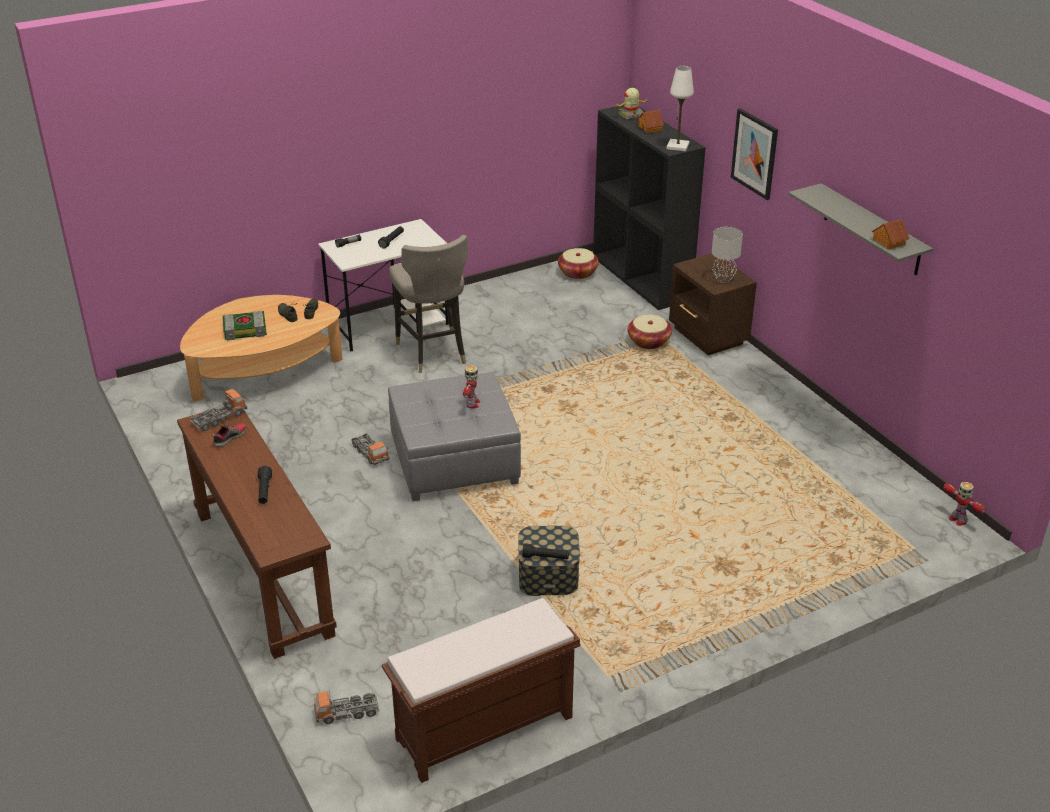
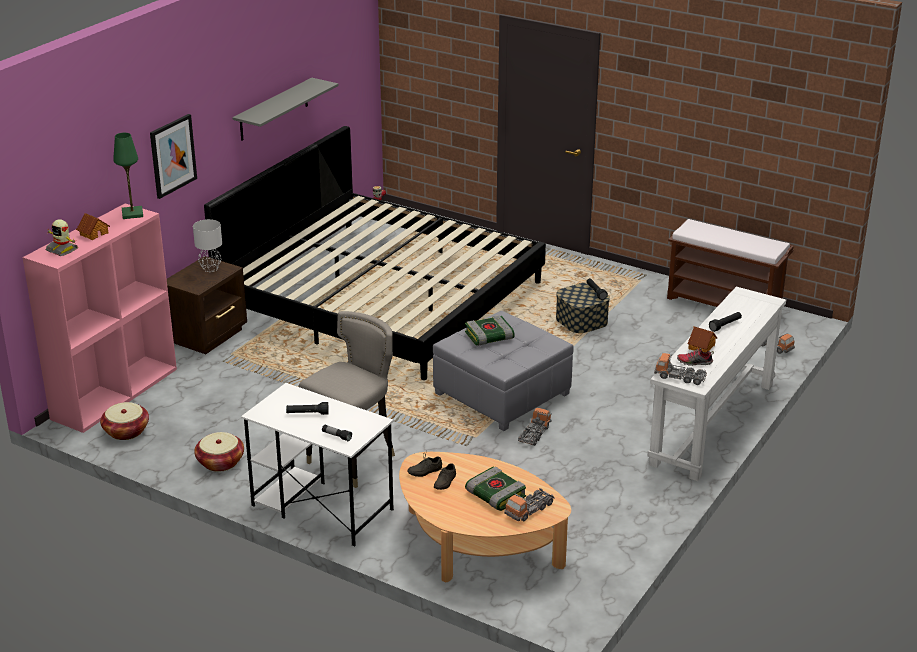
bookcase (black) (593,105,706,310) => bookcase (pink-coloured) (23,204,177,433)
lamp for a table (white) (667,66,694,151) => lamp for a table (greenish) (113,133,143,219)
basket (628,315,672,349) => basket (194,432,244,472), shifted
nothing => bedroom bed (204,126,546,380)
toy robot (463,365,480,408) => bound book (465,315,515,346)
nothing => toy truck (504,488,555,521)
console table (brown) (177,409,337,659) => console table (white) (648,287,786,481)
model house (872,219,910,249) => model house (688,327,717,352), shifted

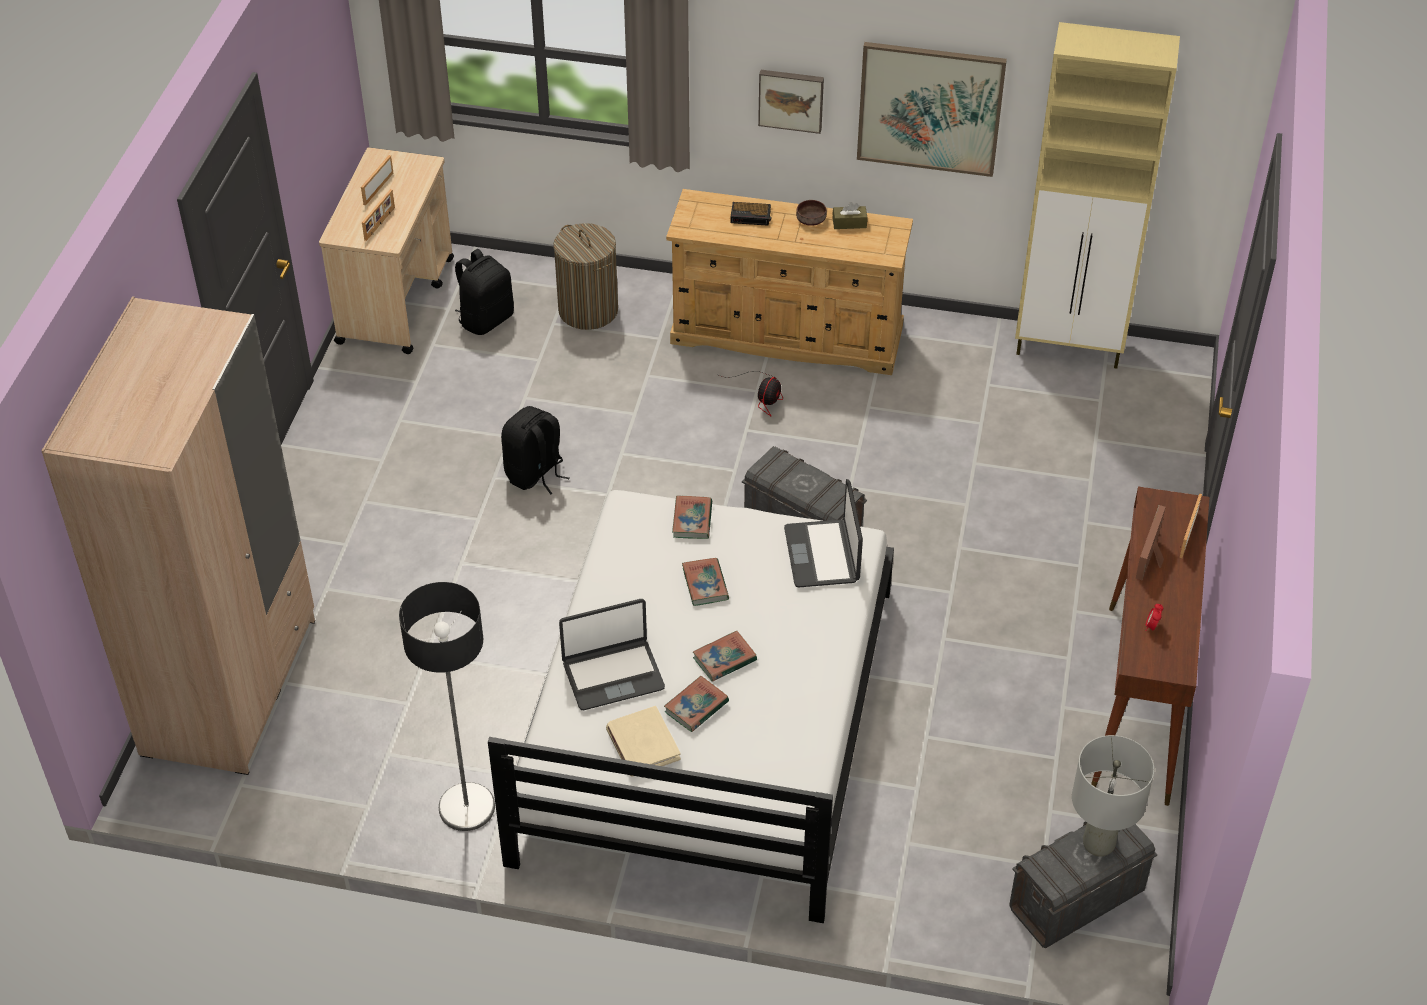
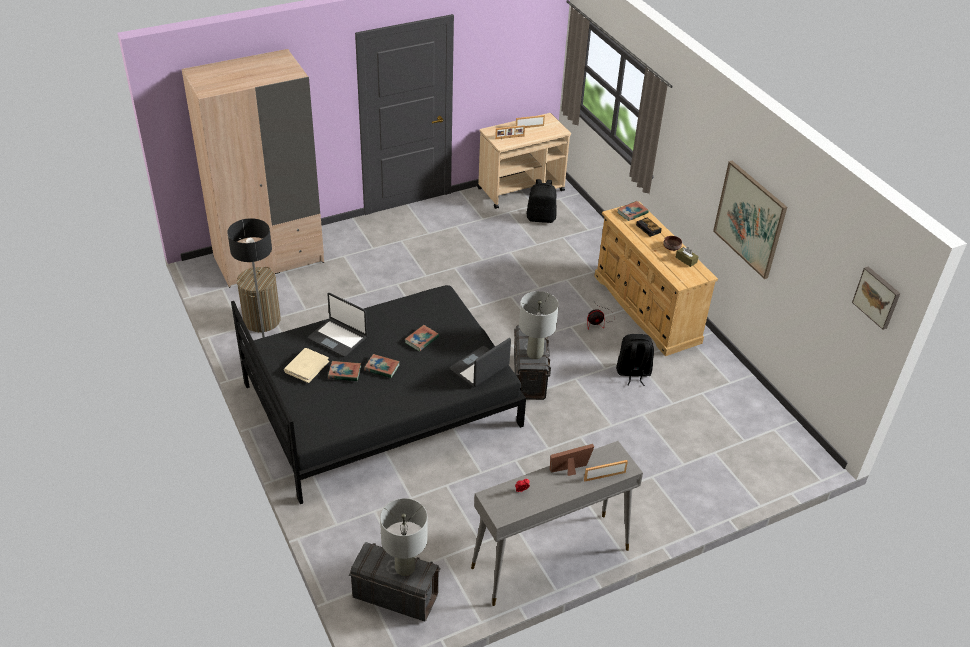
bedroom bed (white) (488,490,894,923) => bedroom bed (black) (231,285,526,504)
hamper (553,223,618,330) => hamper (237,267,281,332), shifted
console table (brown) (1091,487,1210,806) => console table (grey) (471,441,643,606)
nothing => lamp for a table (grey) (519,291,559,359)
rucksack (black) (501,406,570,494) => rucksack (black) (616,334,654,386), shifted
bound book (672,496,712,539) => bound book (617,201,649,221), shifted
wall art (758,70,824,134) => wall art (852,266,901,330), shifted
cupboard (beige) (1015,22,1180,369) => nothing

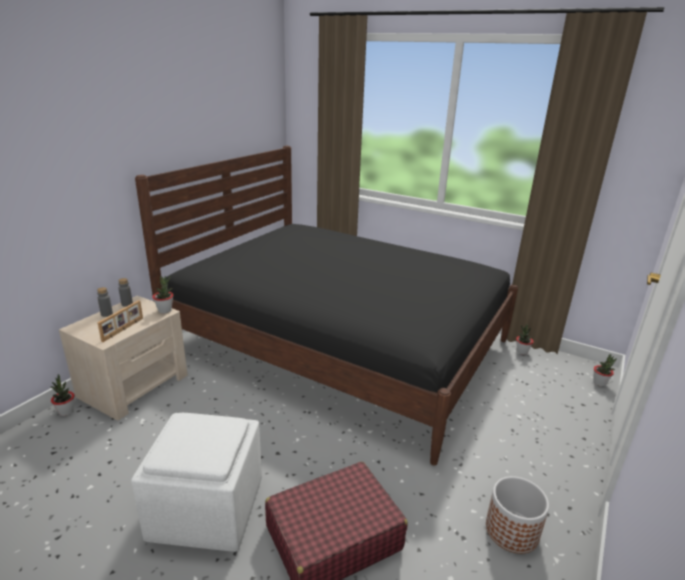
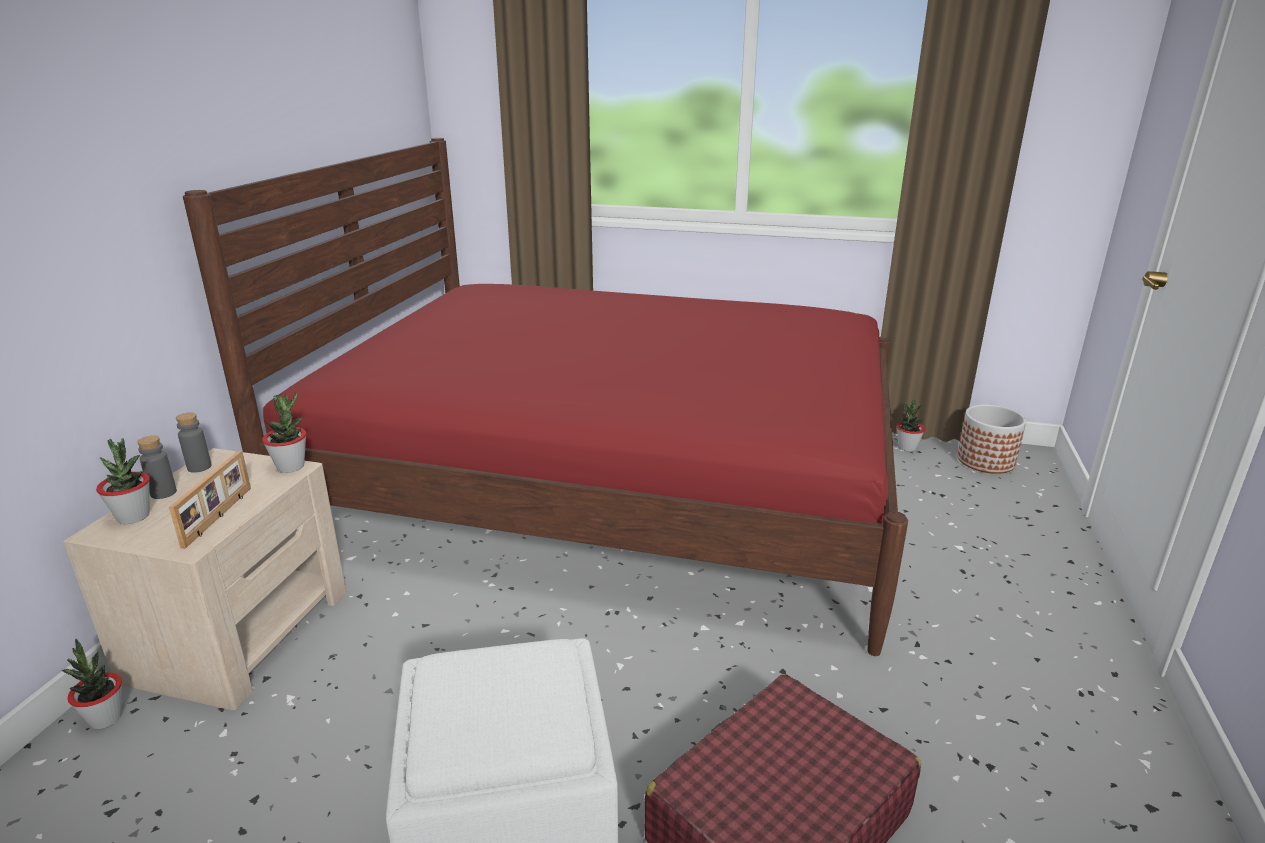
houseplant (594,354,617,387) => houseplant (96,438,150,524), shifted
bedroom bed (black) (135,146,518,466) => bedroom bed (red-coloured) (183,138,908,656)
flower pot (486,476,549,554) => flower pot (957,404,1026,474), shifted

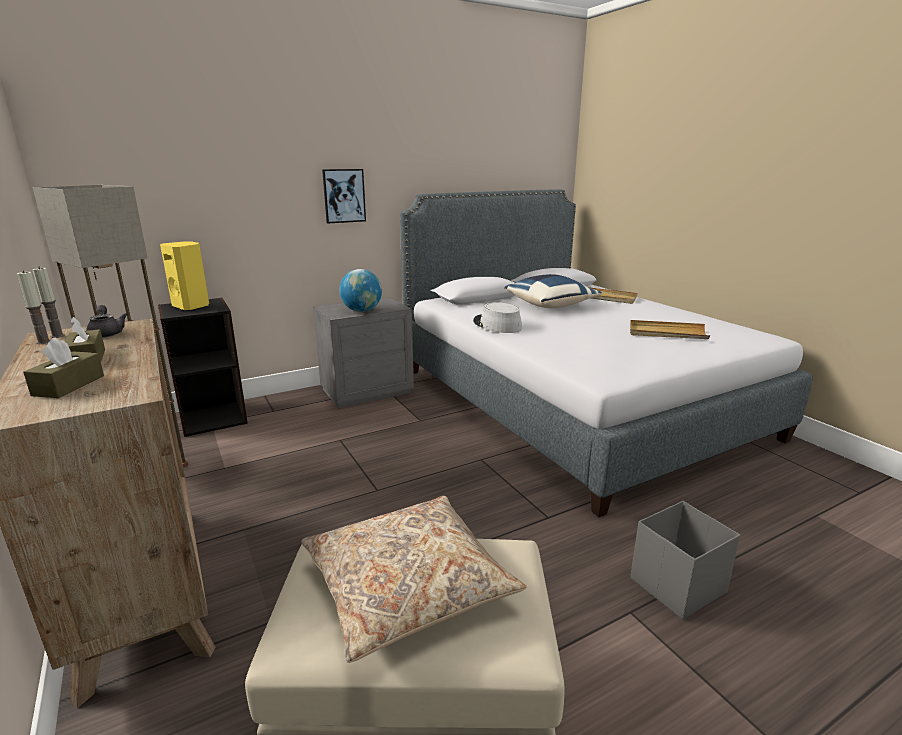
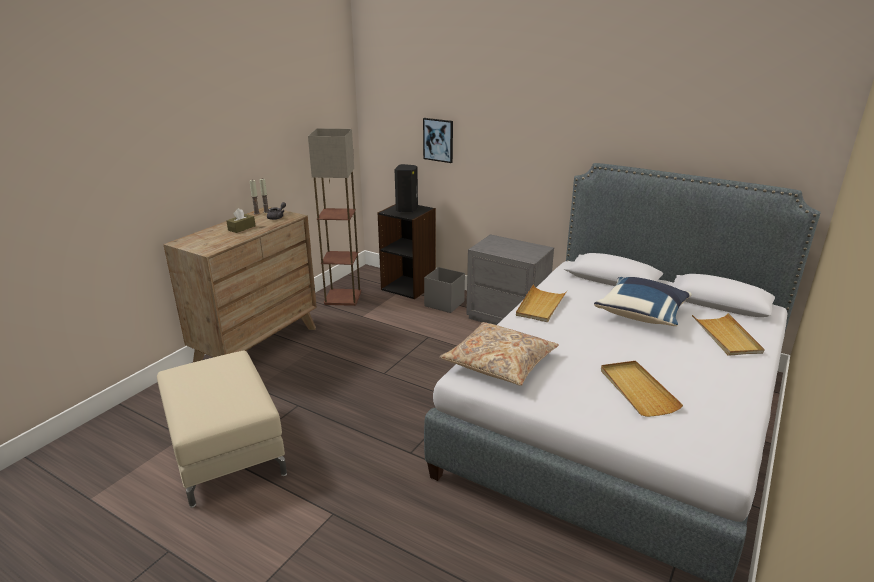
speaker (yellow-coloured) (160,241,209,311) => speaker (black) (395,164,418,212)
wall art (322,169,366,223) => wall art (423,118,453,163), shifted
storage bin (grey) (630,501,741,620) => storage bin (grey) (424,267,465,313), shifted
cushion (beige) (301,496,527,663) => cushion (beige) (440,322,559,386), shifted
wearable hat (grey) (473,302,522,333) => carrying tray (beige) (516,284,567,322)
box of tissues (brown) (23,338,104,398) => nothing
world globe (339,269,382,312) => nothing

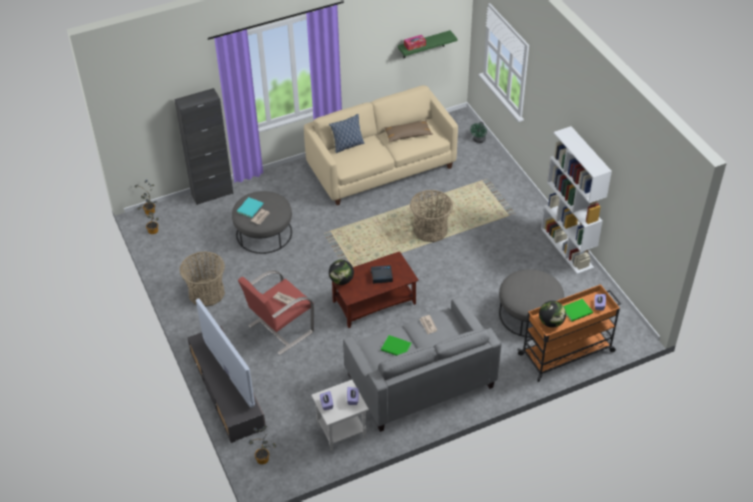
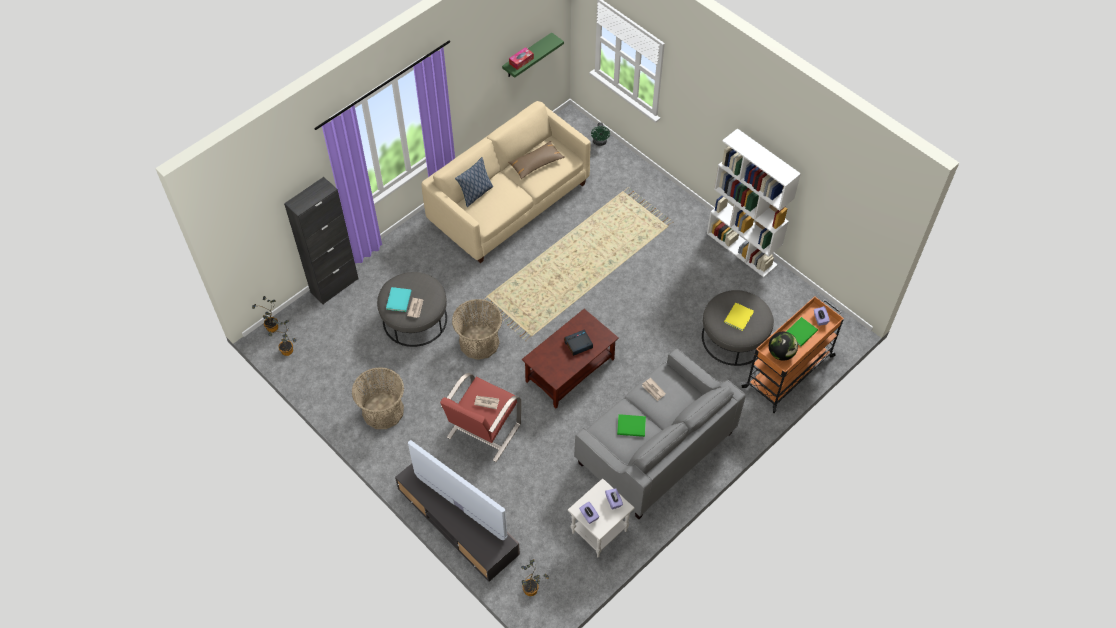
basket (410,190,453,242) => basket (452,299,502,360), shifted
nothing => bound book (yellow-coloured) (724,303,754,331)
world globe (329,260,354,285) => nothing

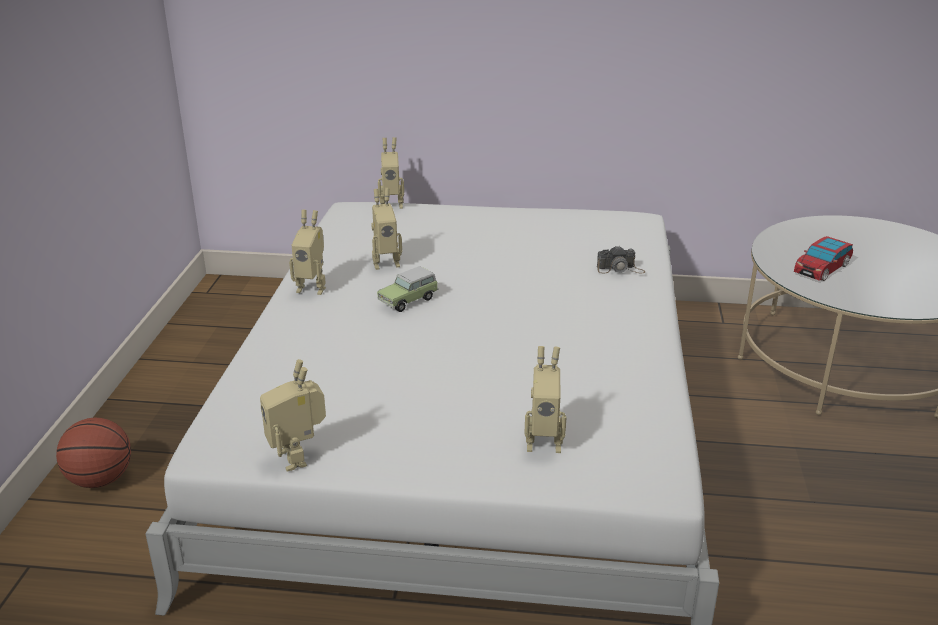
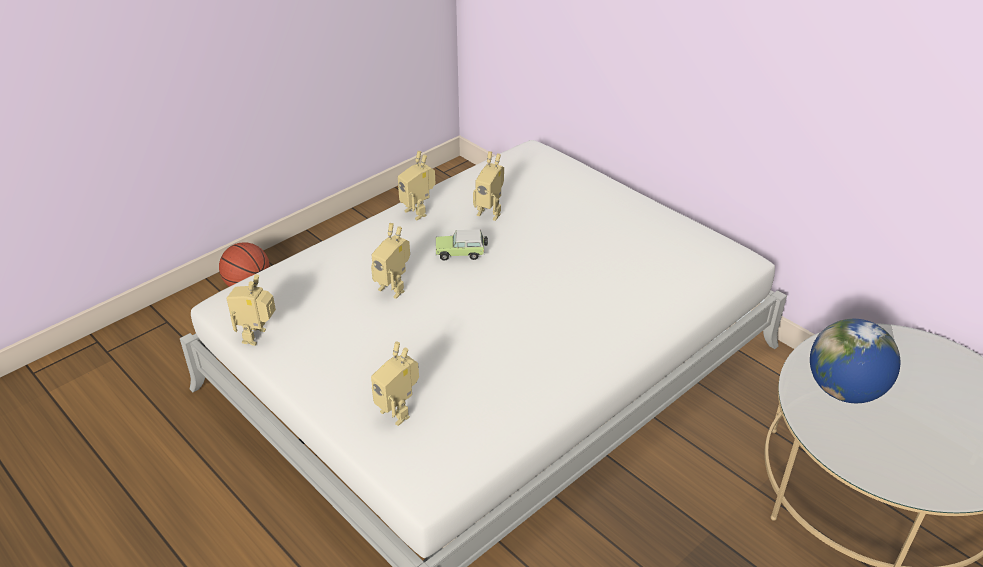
toy robot (378,137,404,209) => toy robot (371,223,410,299), shifted
miniature car (794,236,853,281) => world globe (810,319,900,403)
still camera (597,246,645,274) => nothing

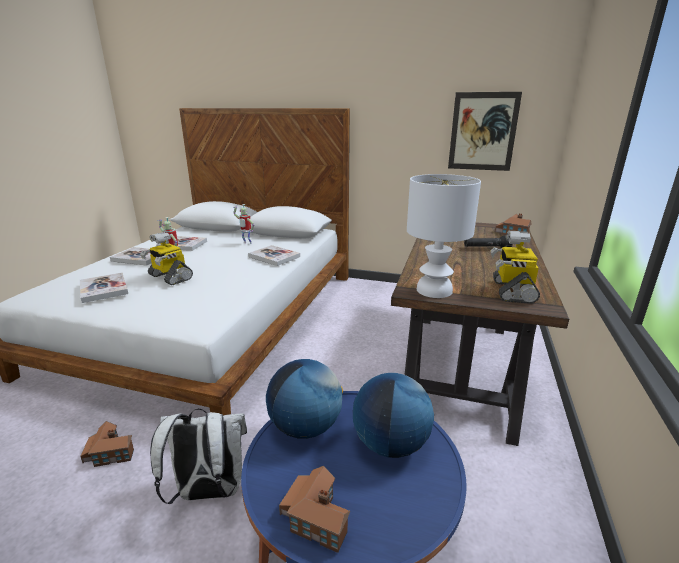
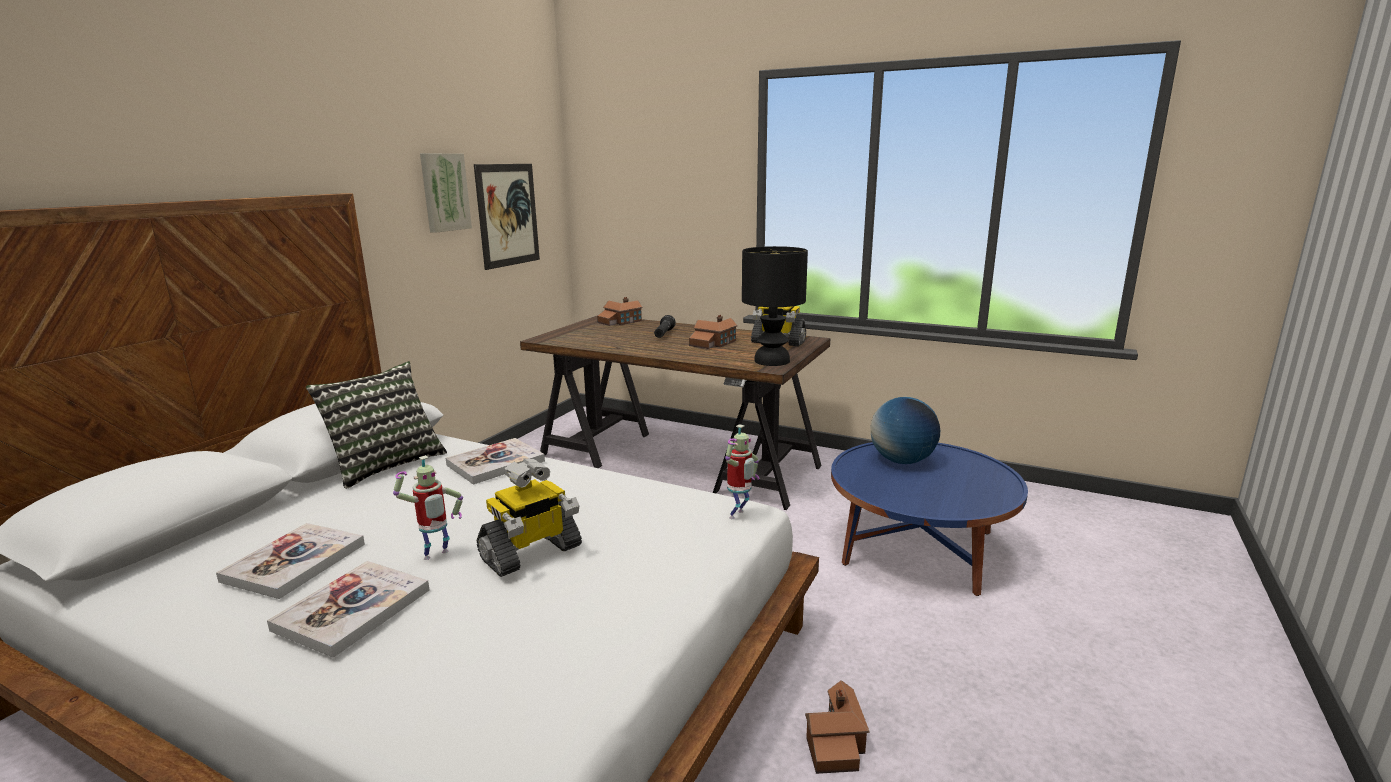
nothing => cushion (306,361,447,489)
nothing => wall art (420,153,472,233)
model house (279,466,350,553) => model house (689,315,737,349), shifted
toy robot (233,204,254,244) => toy robot (725,424,759,519), shifted
lamp for a table (white) (407,174,481,298) => lamp for a table (black) (742,246,808,366)
bound book (80,272,128,303) => nothing
rucksack (white) (150,409,247,504) => nothing
world globe (266,359,343,439) => nothing

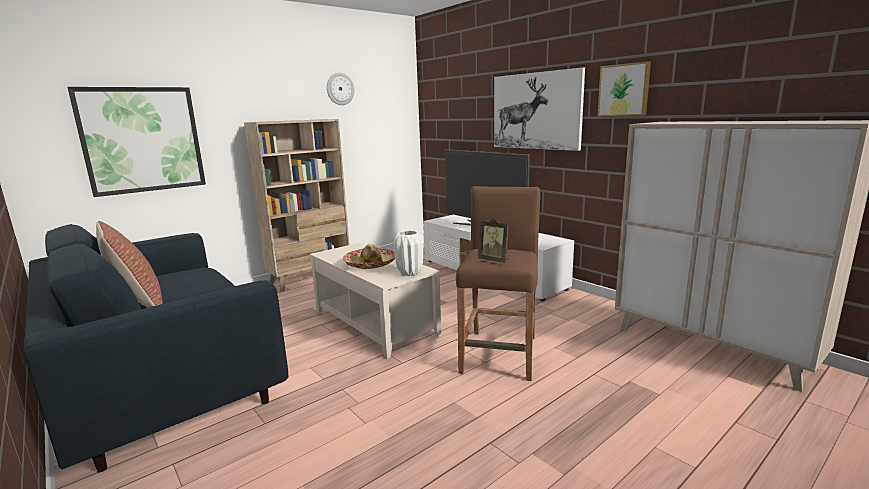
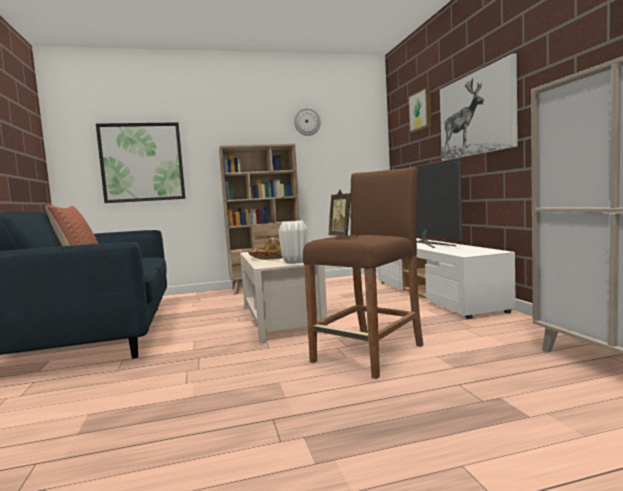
wall art (597,61,651,116) => wall art (408,87,431,132), shifted

